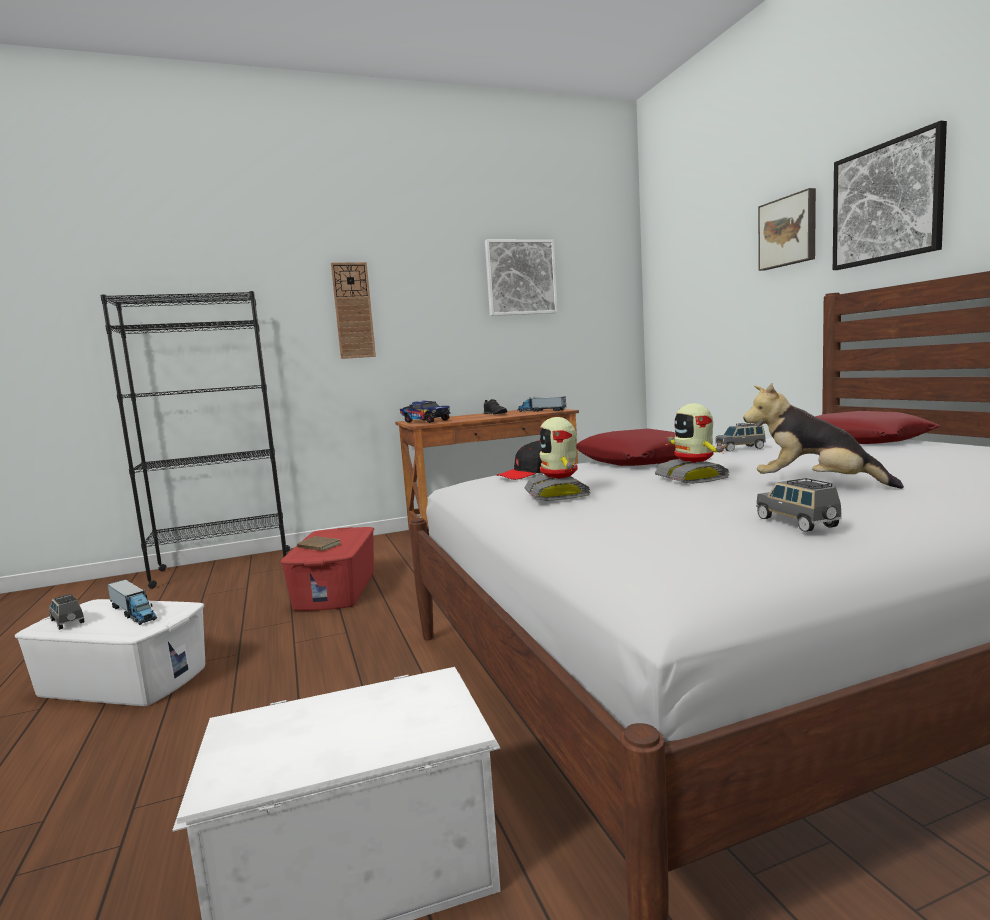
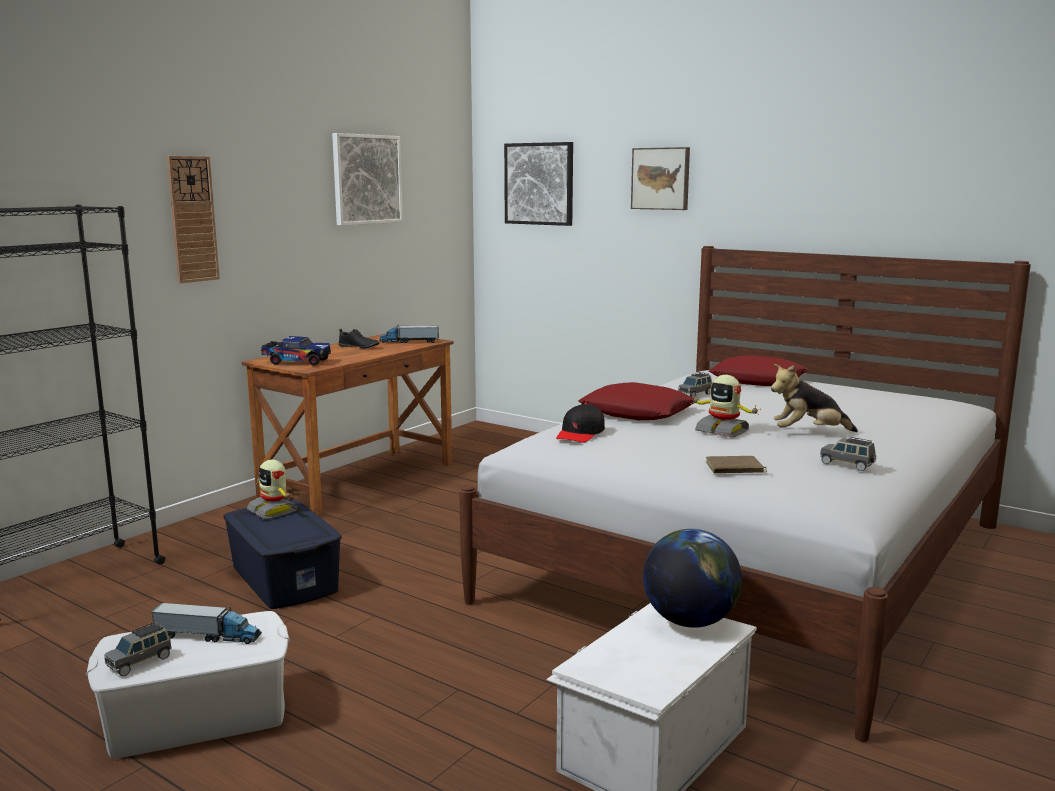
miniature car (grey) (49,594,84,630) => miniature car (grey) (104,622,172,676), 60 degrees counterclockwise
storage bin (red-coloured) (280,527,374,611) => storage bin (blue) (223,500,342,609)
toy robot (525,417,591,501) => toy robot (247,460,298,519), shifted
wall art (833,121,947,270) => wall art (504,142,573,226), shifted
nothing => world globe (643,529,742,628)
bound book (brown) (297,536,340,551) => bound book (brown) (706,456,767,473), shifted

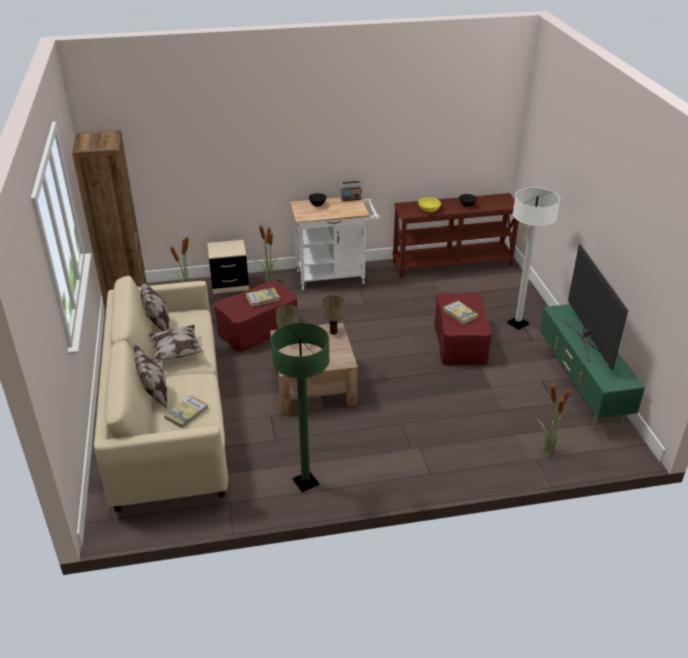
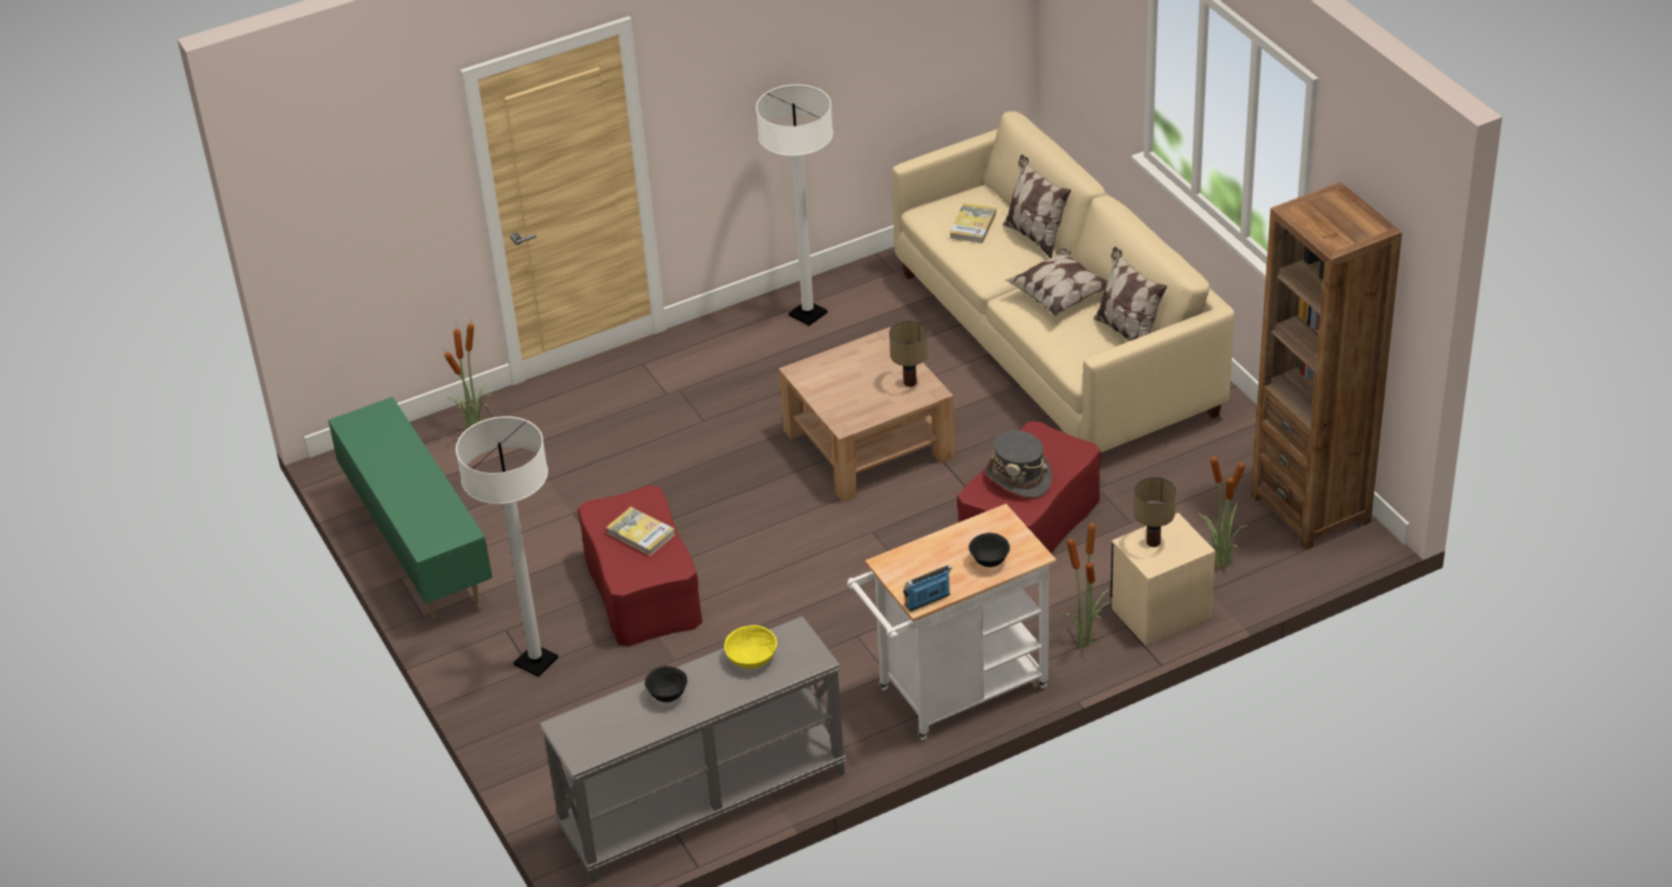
console table (brown) (392,193,519,278) => console table (grey) (539,616,847,884)
standard lamp (greenish) (271,322,330,492) => standard lamp (white) (756,84,833,326)
bound book (246,287,280,307) => wearable hat (grey) (985,430,1052,498)
lamp for a table (322,296,344,335) => lamp for a table (1134,477,1176,547), shifted
TV set (565,243,628,370) => nothing

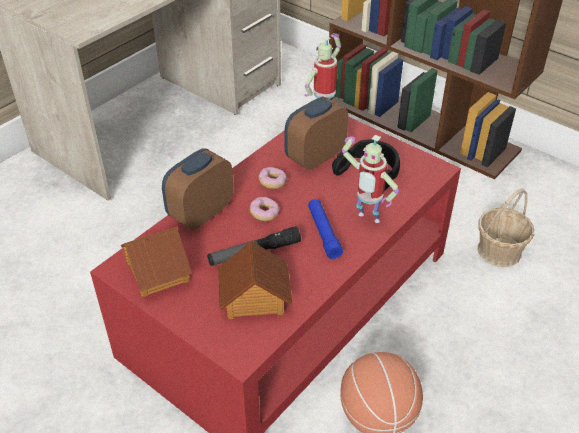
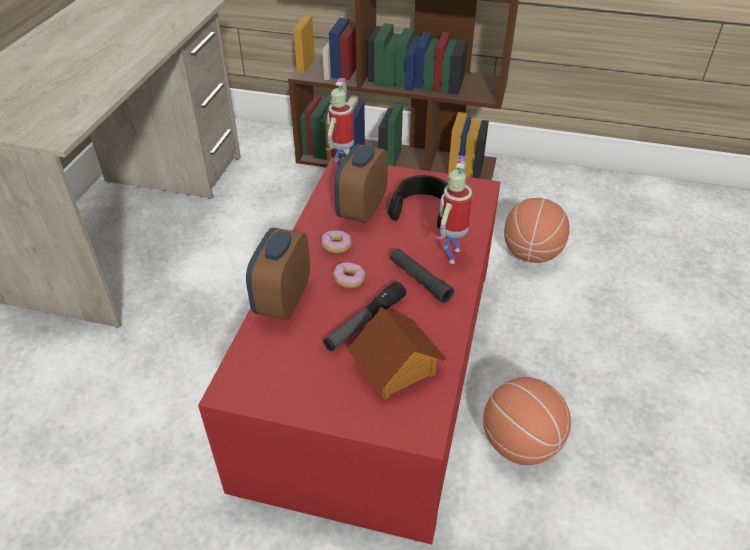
flashlight (blue) (308,199,343,259) => flashlight (black) (390,249,454,303)
toy robot (342,135,399,223) => toy robot (436,156,472,264), 105 degrees clockwise
basket (478,188,534,267) => ball for basketball (504,198,570,263)
model house (121,226,192,297) => nothing

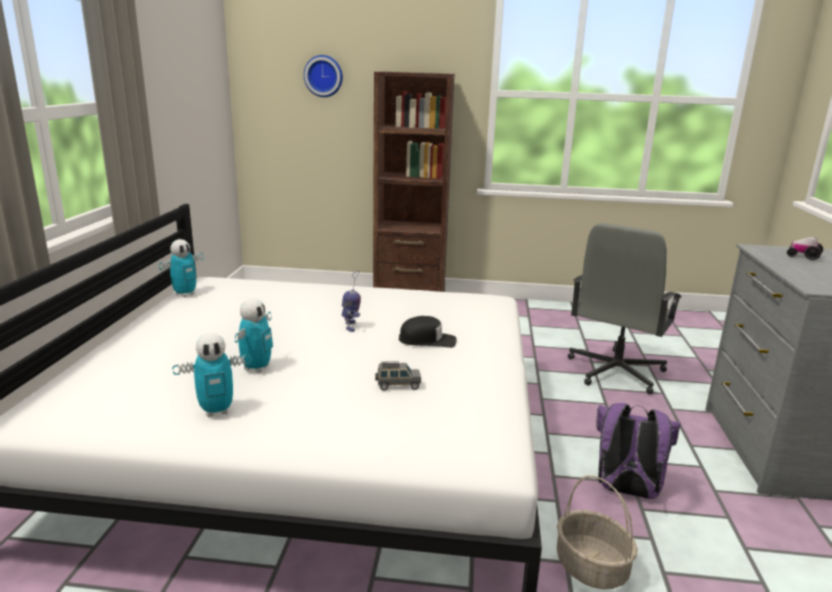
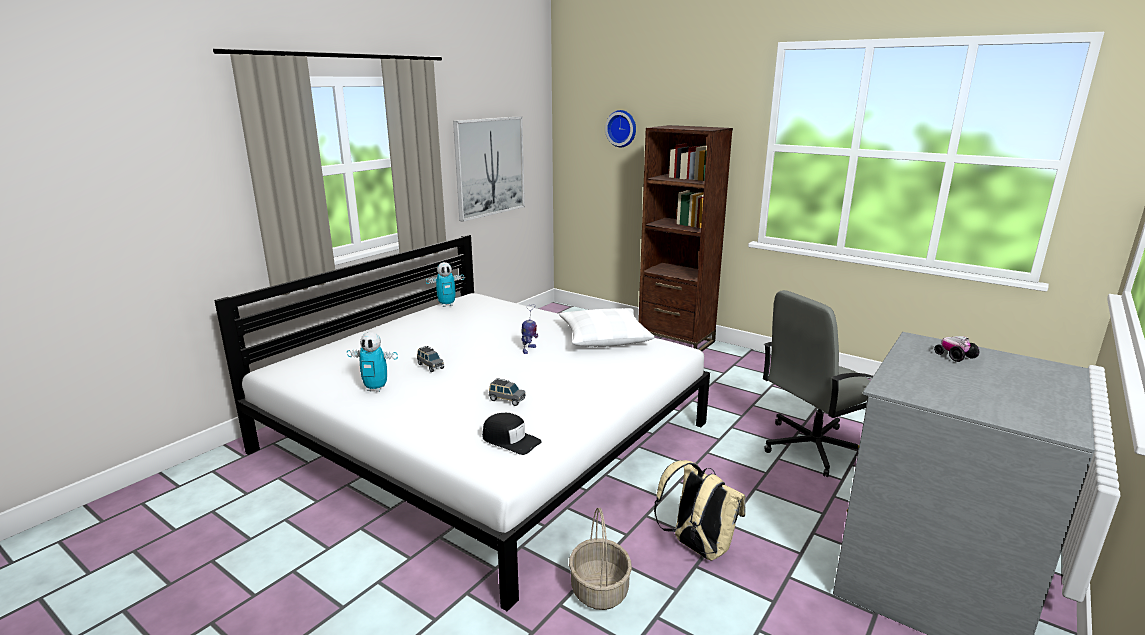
toy robot (235,298,273,373) => miniature car (grey) (417,346,444,372)
nothing => wall art (453,116,525,222)
peaked cap (black) (399,316,457,348) => peaked cap (black) (482,413,542,455), shifted
nothing => cushion (white) (559,308,655,347)
rucksack (purple-coloured) (596,403,681,499) => rucksack (beige) (654,460,746,561)

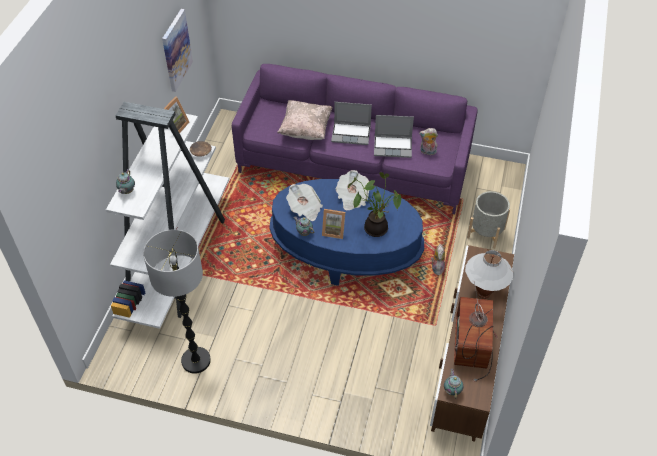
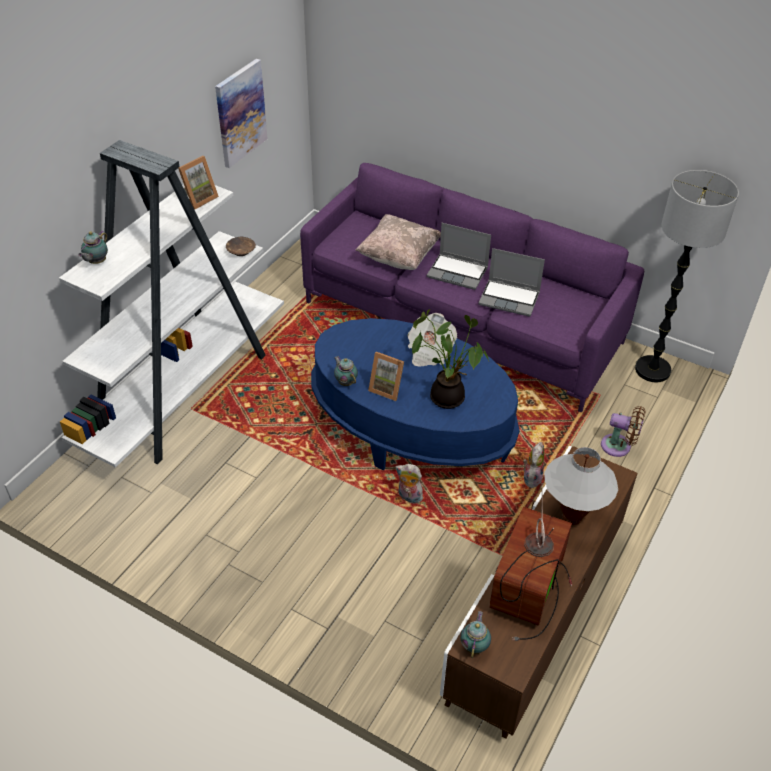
cuddly toy (419,128,438,155) => cuddly toy (395,464,423,504), shifted
flower pot (grey) (467,191,510,249) => cooling fan (brown) (601,406,645,457)
standard lamp (143,229,211,374) => standard lamp (635,170,739,382), shifted
printed paper (286,184,323,221) => nothing

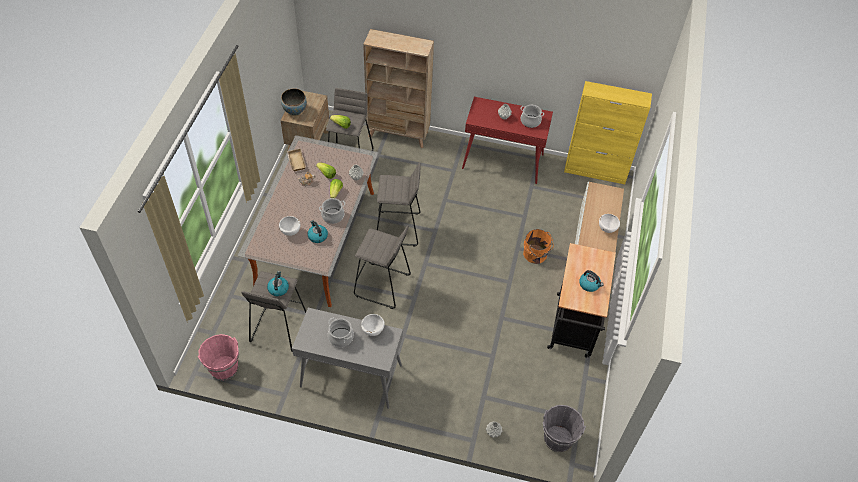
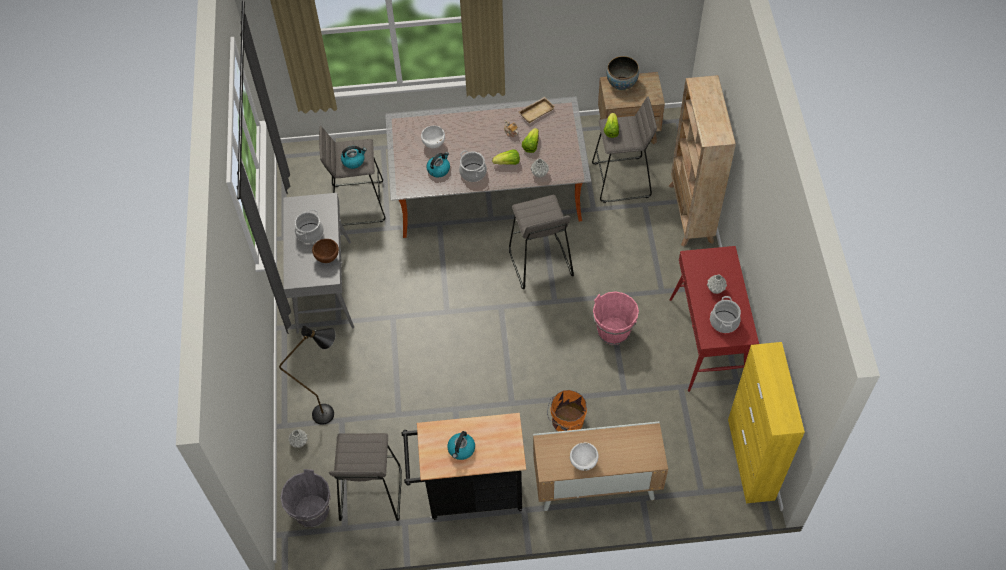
nothing => standard lamp (black) (279,326,336,425)
bowl (white) (361,314,385,336) => bowl (brown) (312,239,339,263)
stool (grey) (354,225,411,309) => stool (grey) (329,433,402,521), shifted
bucket (pink-coloured) (198,334,239,381) => bucket (pink-coloured) (593,292,639,345), shifted

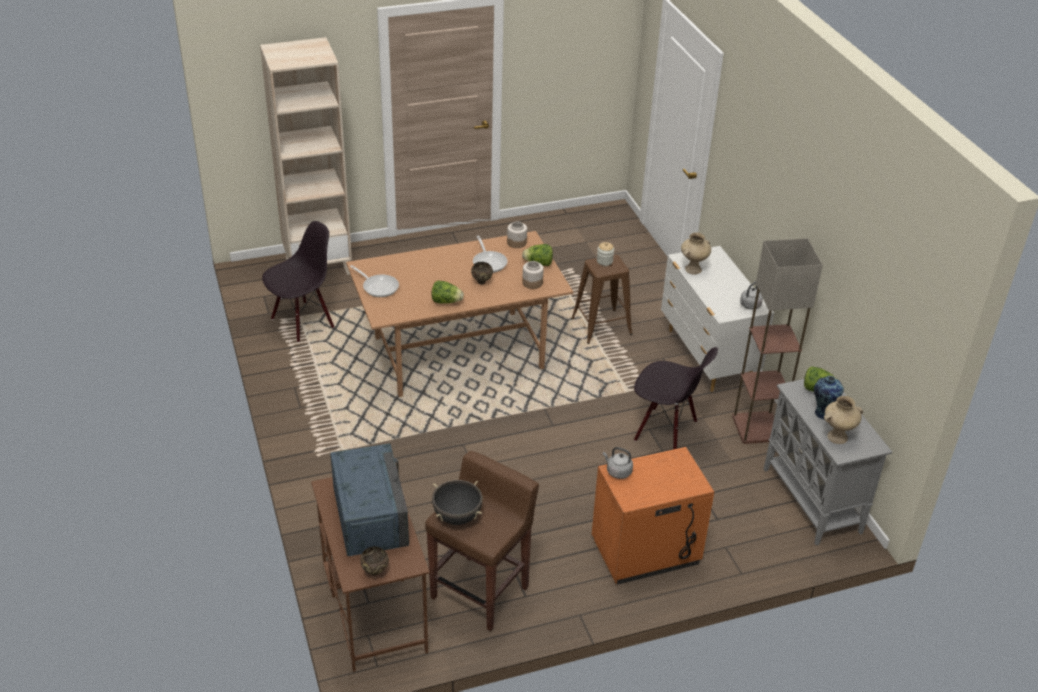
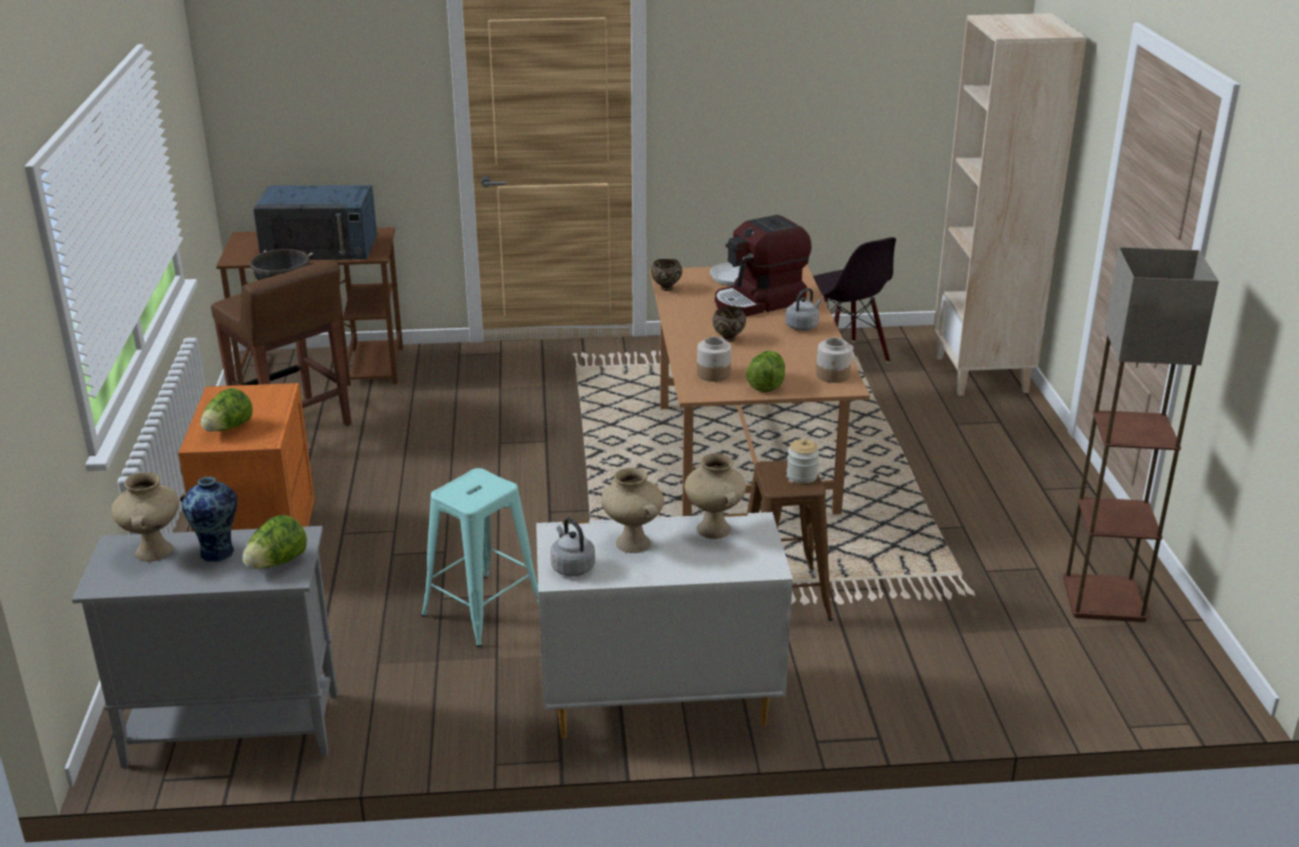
lettuce (431,280,464,304) => lettuce (201,388,253,432), shifted
chair (black) (634,347,718,450) => stool (turquoise-coloured) (421,468,539,647)
nothing => decorative vase (beige) (601,467,664,553)
bowl (brown) (360,546,389,576) => bowl (brown) (651,259,682,291), shifted
nothing => coffee machine (715,215,812,316)
water kettle (grey) (603,447,633,479) => water kettle (grey) (785,288,821,331), shifted
standard lamp (732,238,823,444) => standard lamp (1063,247,1219,622), shifted
frying pan (473,236,507,273) => nothing

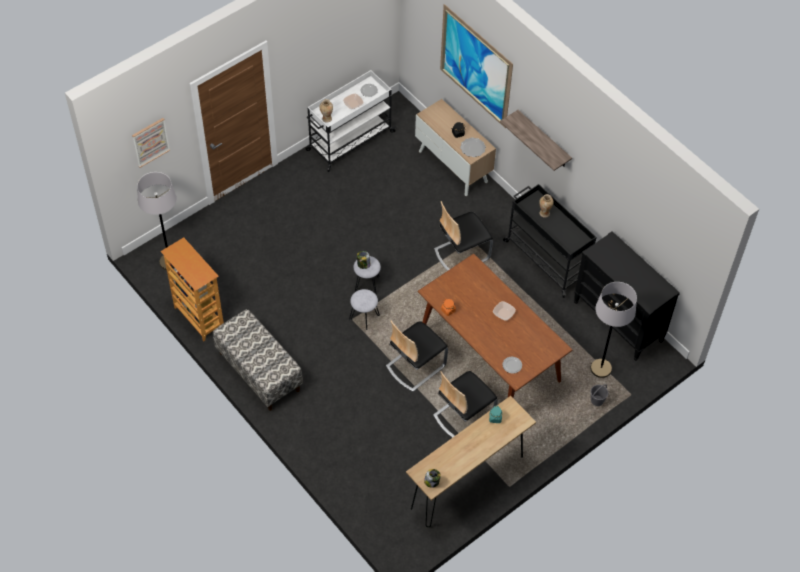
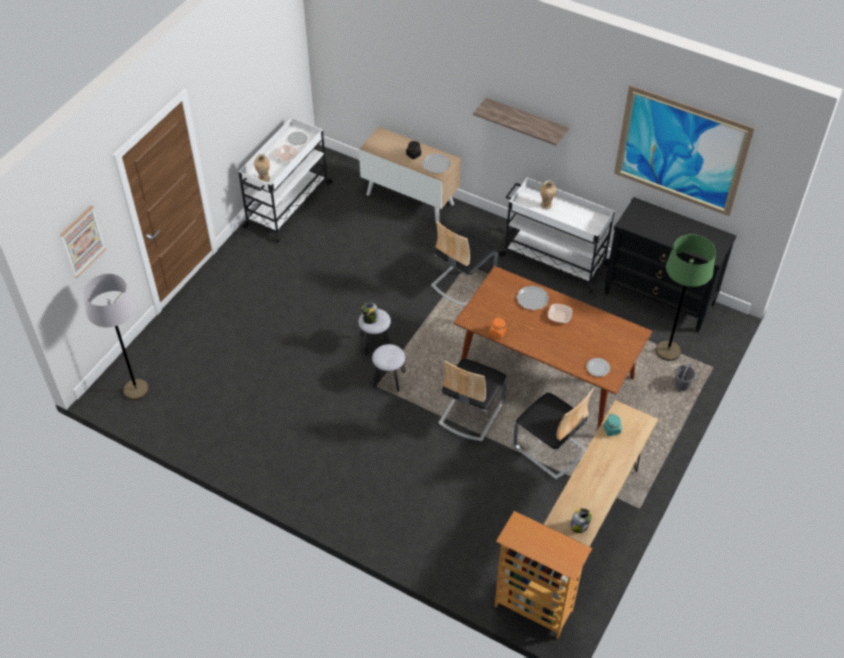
bookcase (160,237,224,342) => bookcase (495,511,592,639), shifted
cart (black) (503,184,597,298) => cart (white) (499,178,615,293)
chair (433,371,498,438) => chair (513,389,594,480), 75 degrees counterclockwise
nothing => dinner plate (516,285,549,310)
wall art (440,4,513,128) => wall art (614,85,755,216), shifted
standard lamp (grey) (590,282,637,378) => standard lamp (greenish) (656,234,716,361)
bench (213,309,303,411) => nothing

